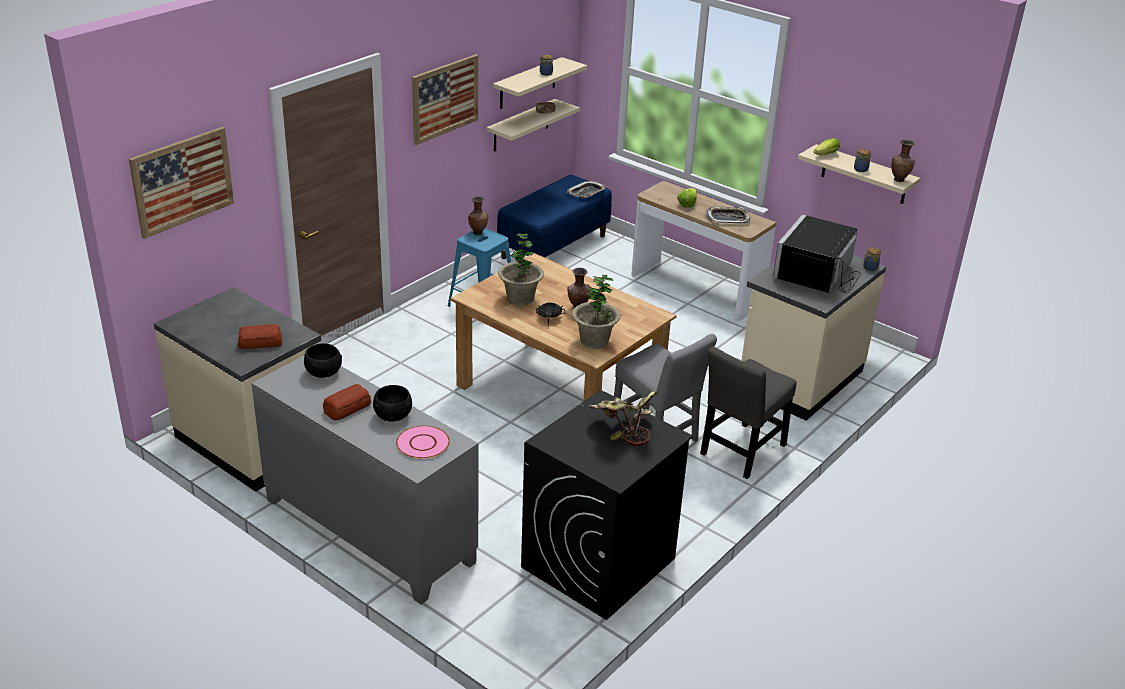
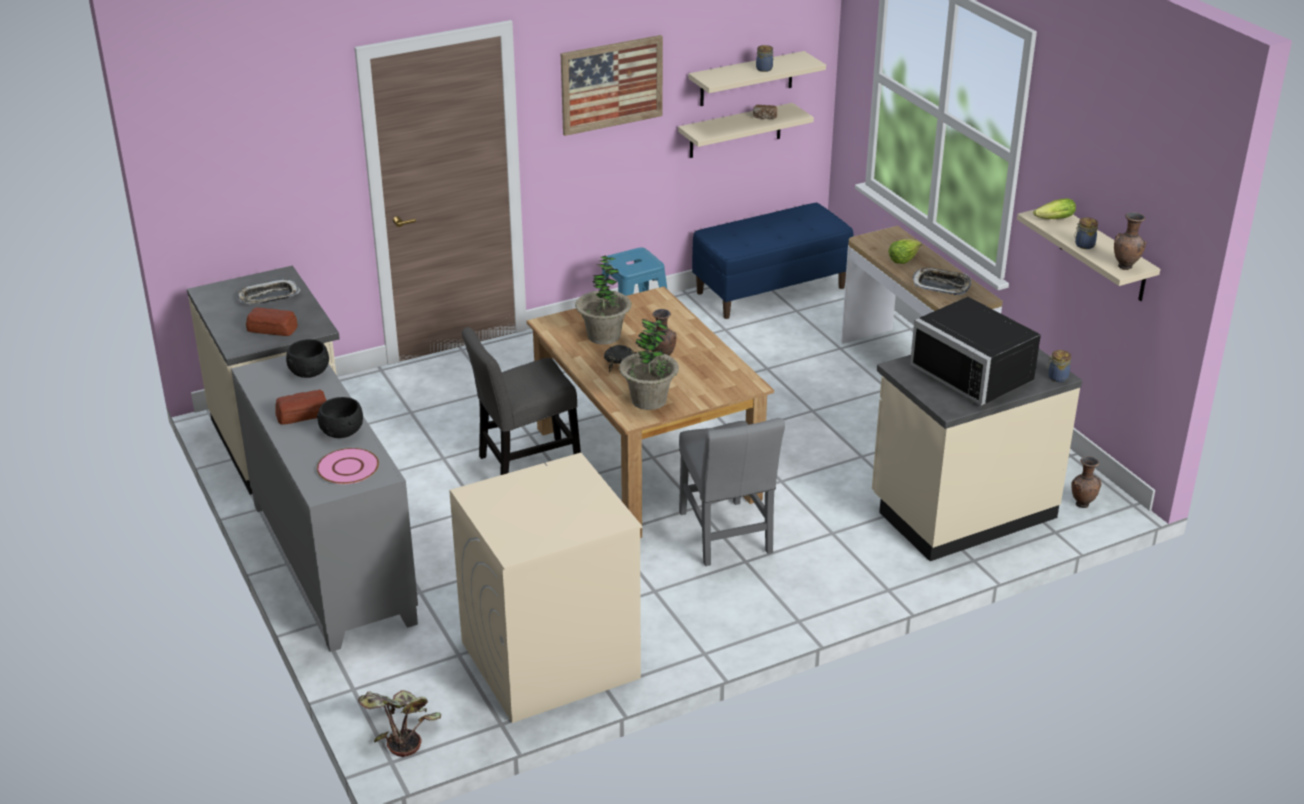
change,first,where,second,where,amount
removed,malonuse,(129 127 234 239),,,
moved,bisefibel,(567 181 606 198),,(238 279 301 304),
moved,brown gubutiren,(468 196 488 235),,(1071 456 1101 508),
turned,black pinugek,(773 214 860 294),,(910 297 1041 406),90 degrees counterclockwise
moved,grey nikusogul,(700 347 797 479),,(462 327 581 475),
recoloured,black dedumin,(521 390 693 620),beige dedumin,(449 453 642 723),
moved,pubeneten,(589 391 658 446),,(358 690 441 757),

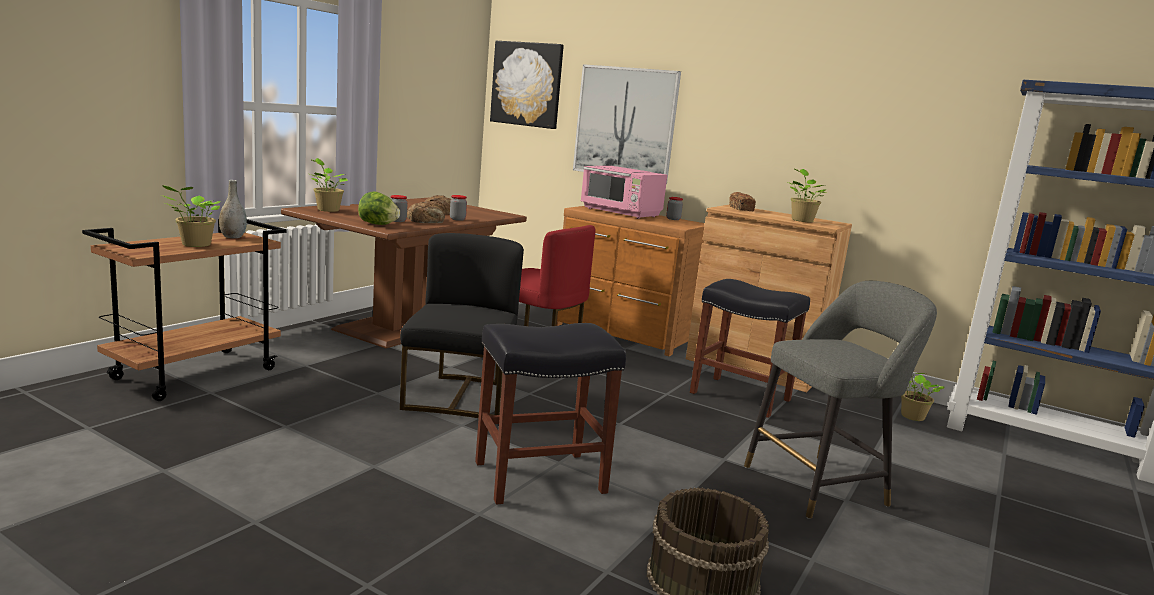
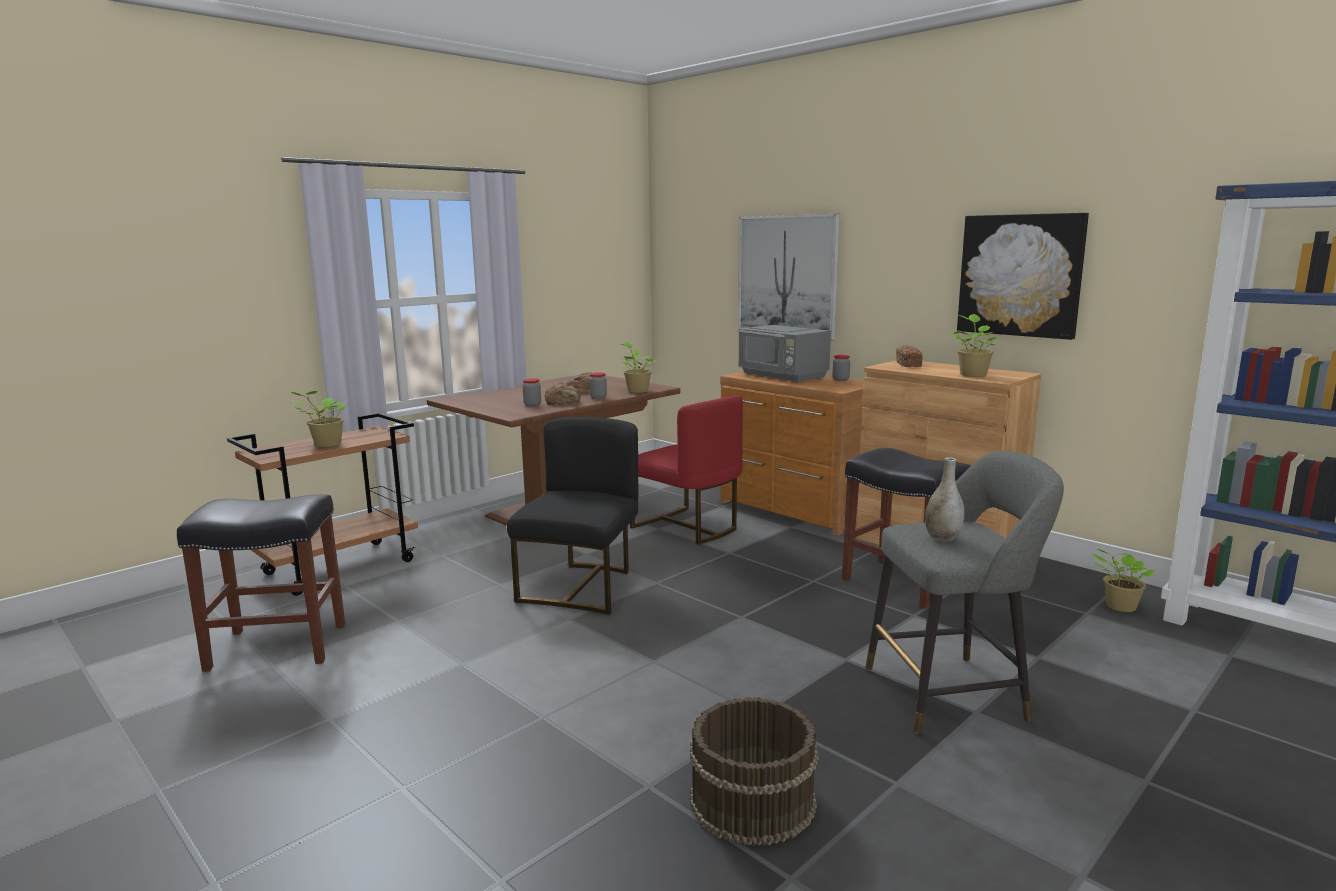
change,first,where,second,where,amount
moved,malonuse,(490 41 564 129),,(957 213 1089 340),
moved,pubeneten,(310 158 348 212),,(620 341 655 393),
recoloured,pink pinugek,(581 166 667 219),grey pinugek,(738 325 831 383),
moved,grey gubutiren,(219 180 247 238),,(925 457 964 542),
removed,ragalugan,(358 192 400 225),,,
moved,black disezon,(475 323 626 505),,(177 494 345 672),

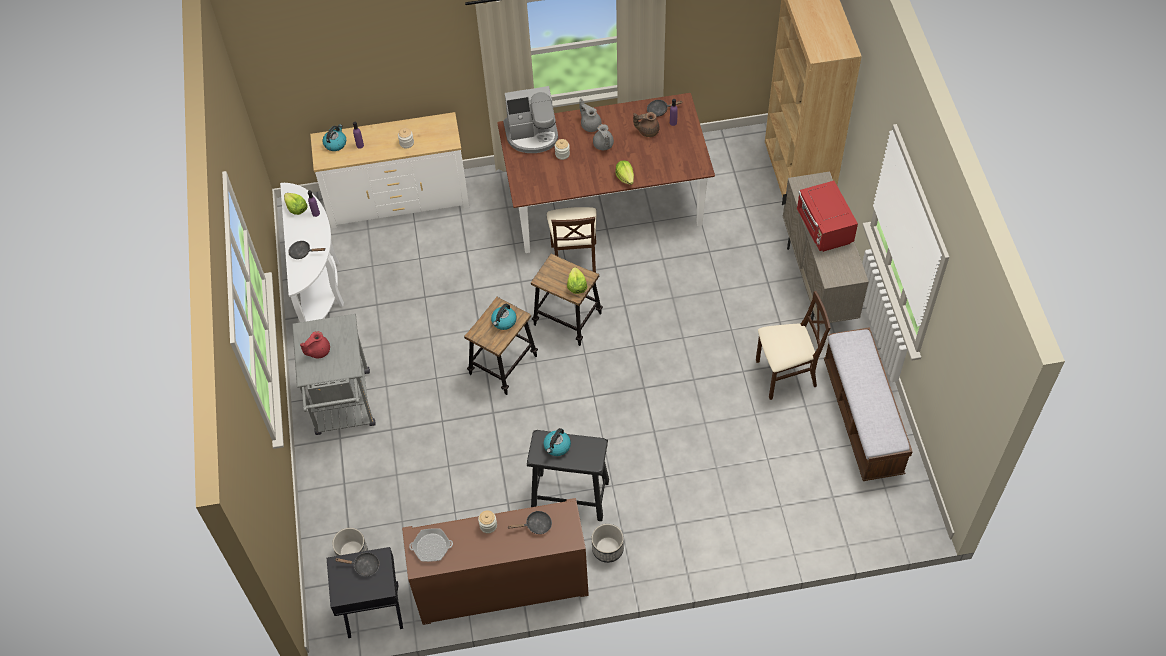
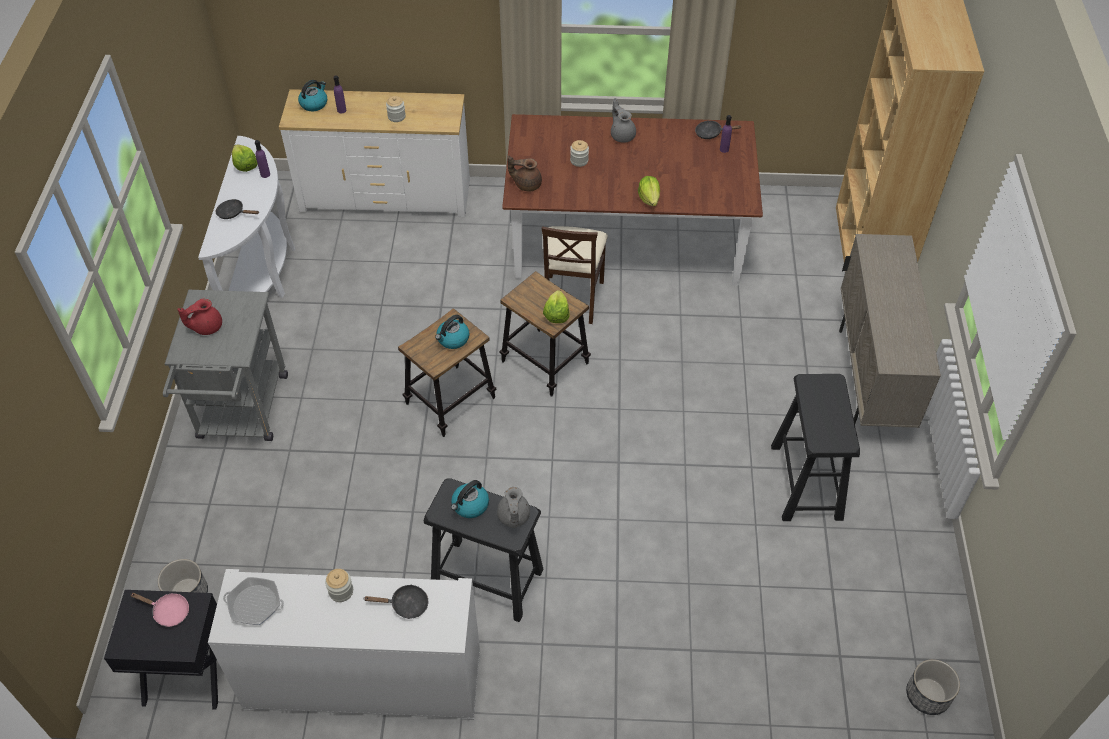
change,first,where,second,where,amount
removed,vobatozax,(503 86 558 153),,,
moved,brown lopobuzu,(633 112 660 137),,(508 155 542 192),
moved,grey lopobuzu,(593 124 614 150),,(497 487 530 528),
removed,red pinugek,(797 181 858 252),,,
replaced,beige nikusogul,(756 291 831 400),black disezon,(771 374 860 521),
removed,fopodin,(824 327 913 481),,,
recoloured,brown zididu,(402 498 589 625),white zididu,(208 569 480 720),
moved,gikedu,(592 524 624 563),,(906 659 960 715),
recoloured,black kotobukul,(335 553 379 576),pink kotobukul,(131 593 189 627),

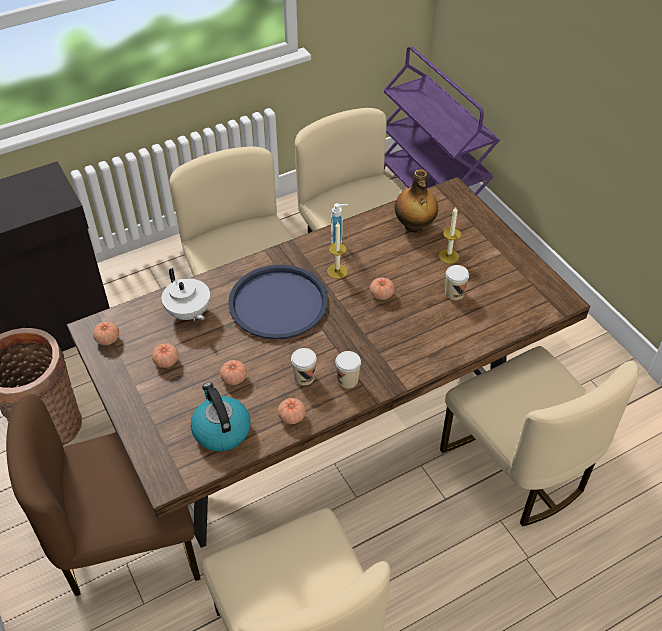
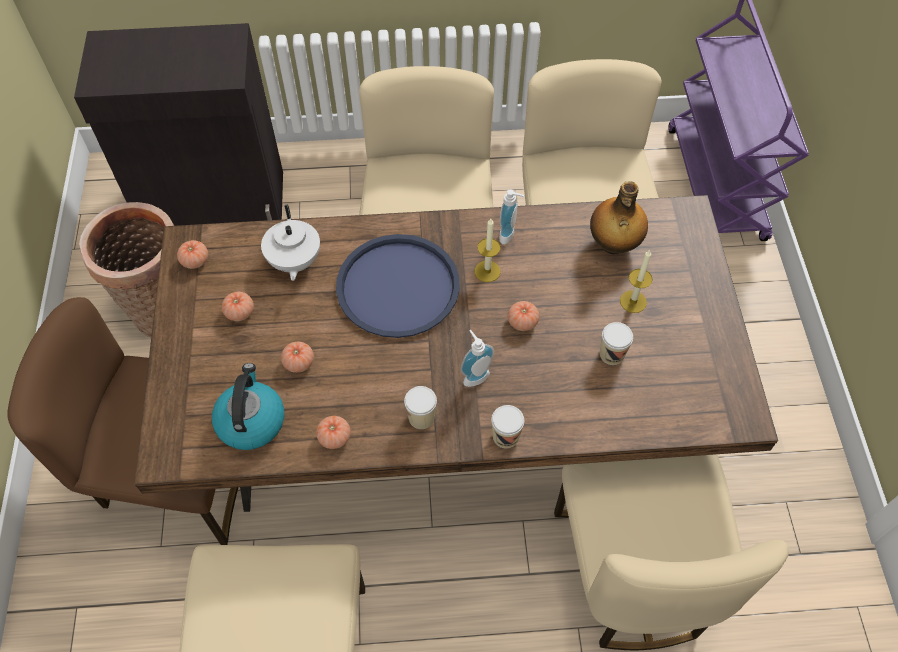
change,first,where,second,where,amount
moved,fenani,(291 348 317 385),,(491 405 524 448),
added,,,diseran,(461 330 494 387),

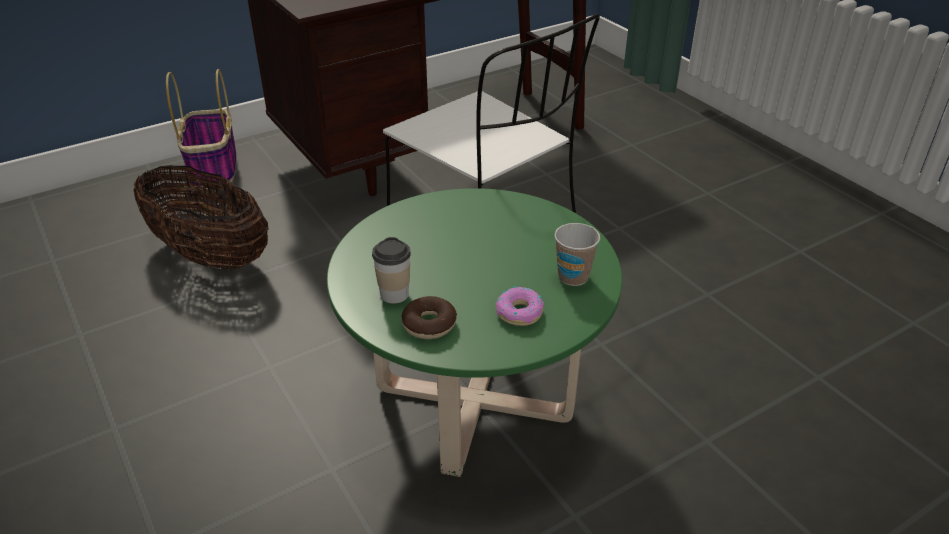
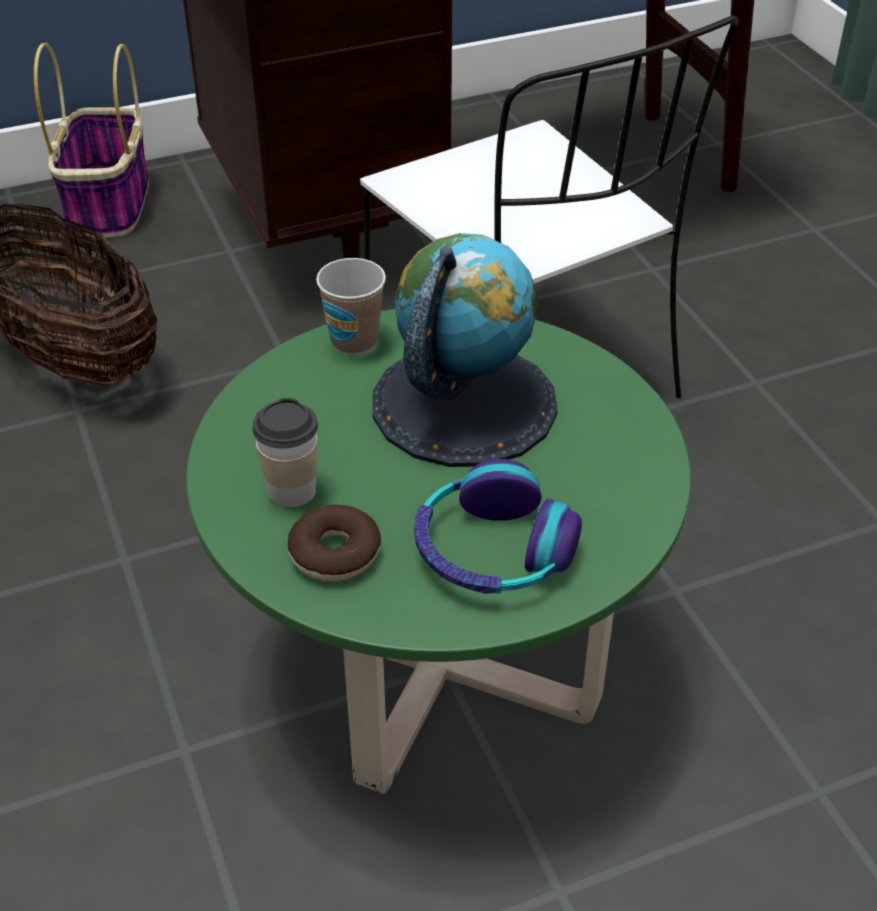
change,first,where,second,where,amount
moved,fenani,(554 223 600 286),,(316 258 386 355),
replaced,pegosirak,(496 286 544 326),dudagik,(414 459 582 593),
added,,,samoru,(373 233 558 467),

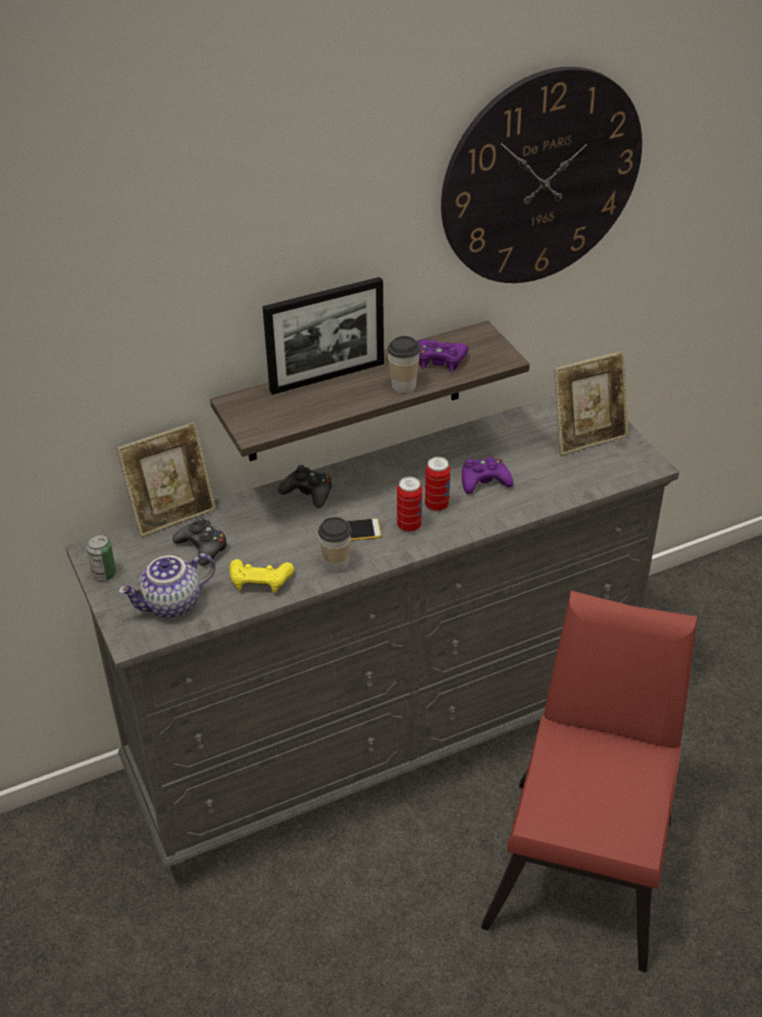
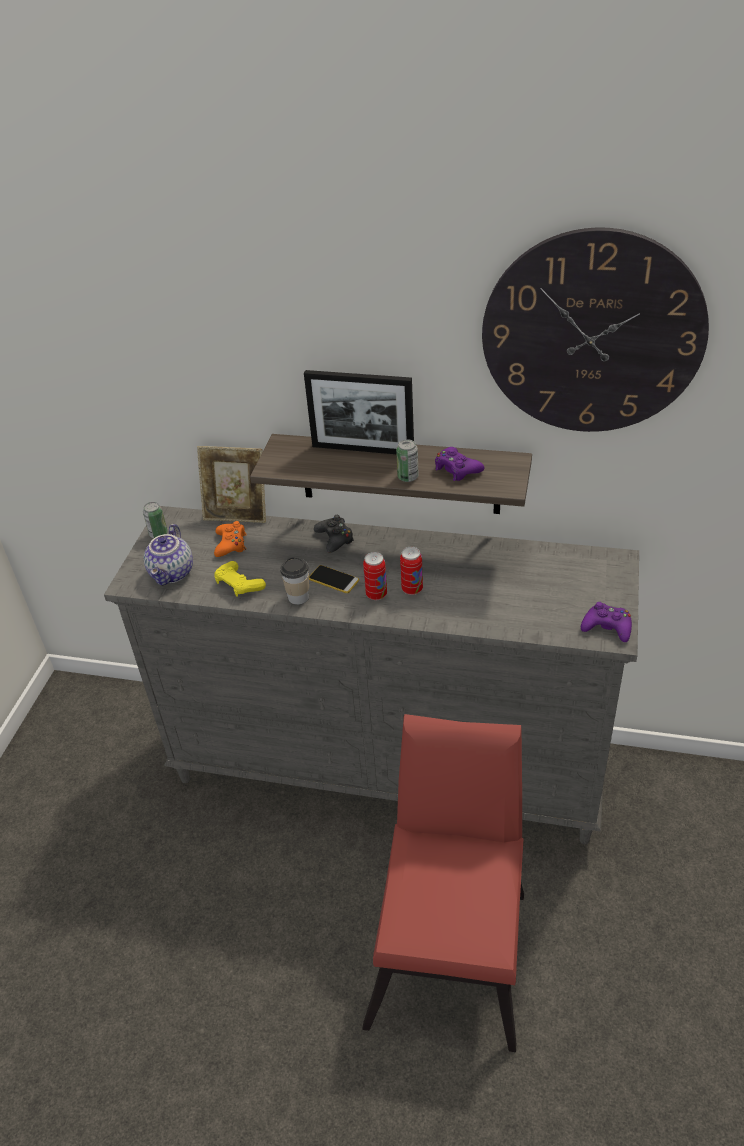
change,first,where,second,where,amount
replaced,fenani,(387 336 420 393),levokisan,(396 439 419 482),
removed,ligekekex,(554 351 628 456),,,
moved,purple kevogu,(462 457 513 494),,(581 602 632 642),
recoloured,black kevogu,(172 517 228 566),orange kevogu,(214 521 247 557),
turned,lopobuzu,(118 553 215 618),,(144 524 193 585),90 degrees counterclockwise
turned,red nikusogul,(481 591 697 972),,(362 714 524 1052),45 degrees counterclockwise

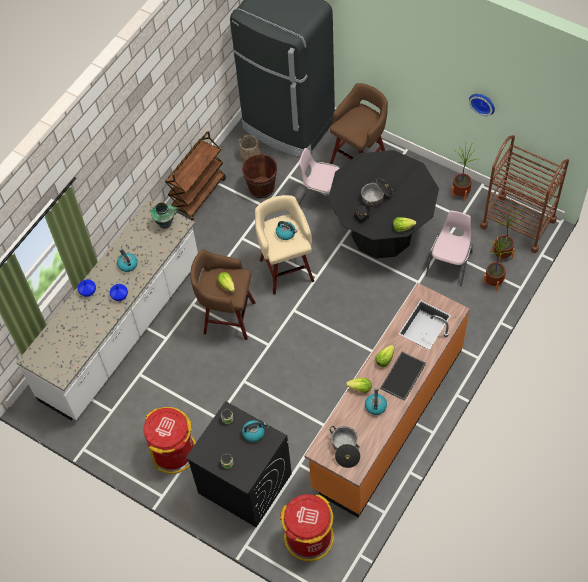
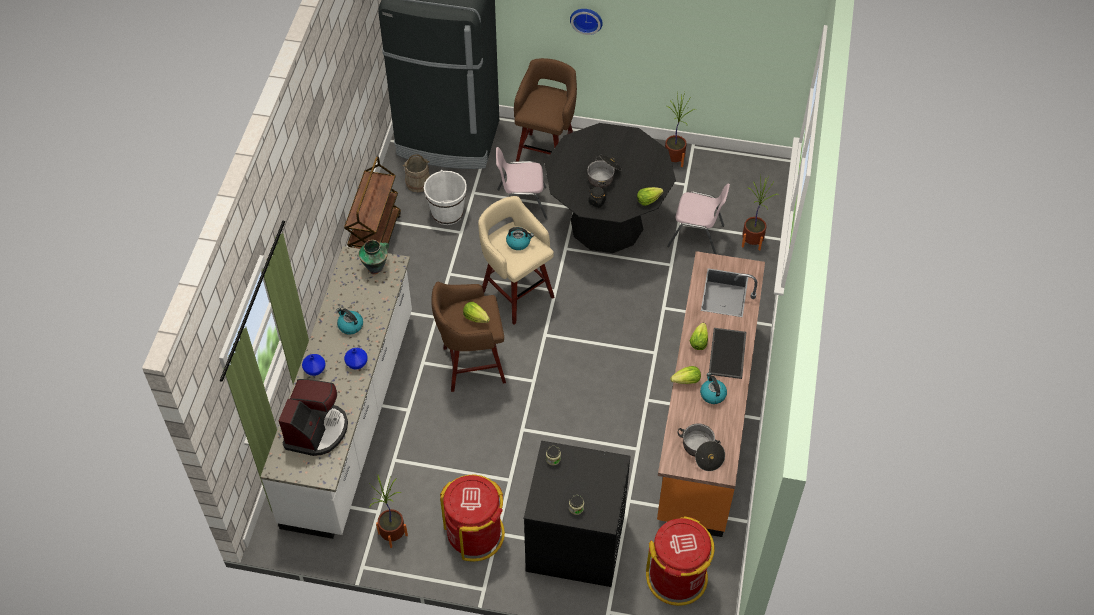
change,first,where,second,where,amount
moved,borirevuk,(469 94 495 116),,(570 9 603 35),
removed,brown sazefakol,(480 135 569 253),,,
recoloured,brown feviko,(242 153 277 198),white feviko,(424 170 467 225),
moved,pubeneten,(492 206 521 263),,(369 475 408 548),
turned,pink nikusogul,(426 210 473 287),,(667 184 730 254),105 degrees clockwise
removed,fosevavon,(242 420 267 442),,,
added,,,vobatozax,(279 379 348 456),

